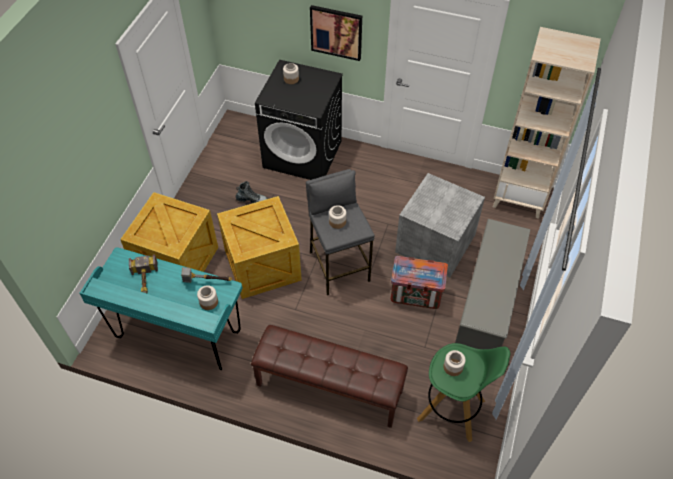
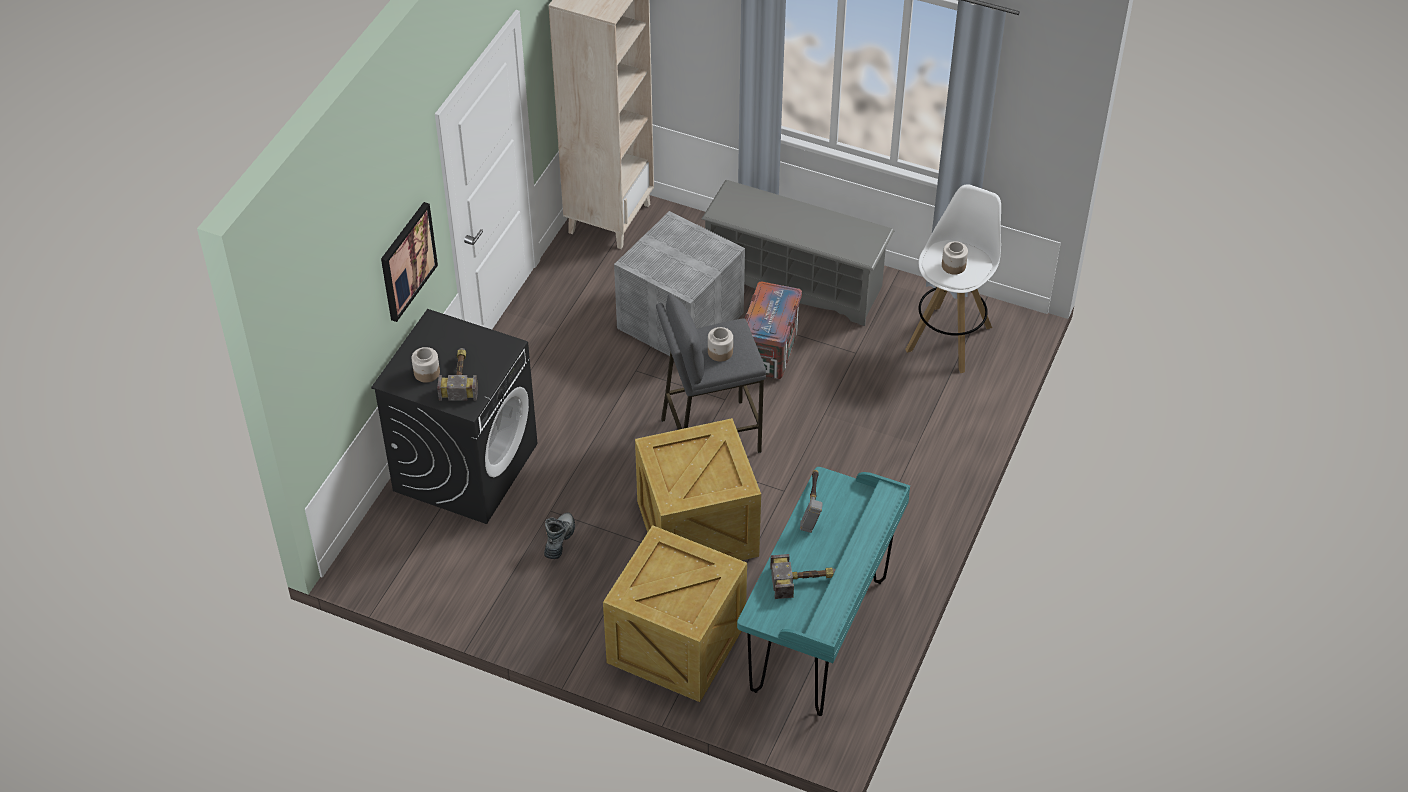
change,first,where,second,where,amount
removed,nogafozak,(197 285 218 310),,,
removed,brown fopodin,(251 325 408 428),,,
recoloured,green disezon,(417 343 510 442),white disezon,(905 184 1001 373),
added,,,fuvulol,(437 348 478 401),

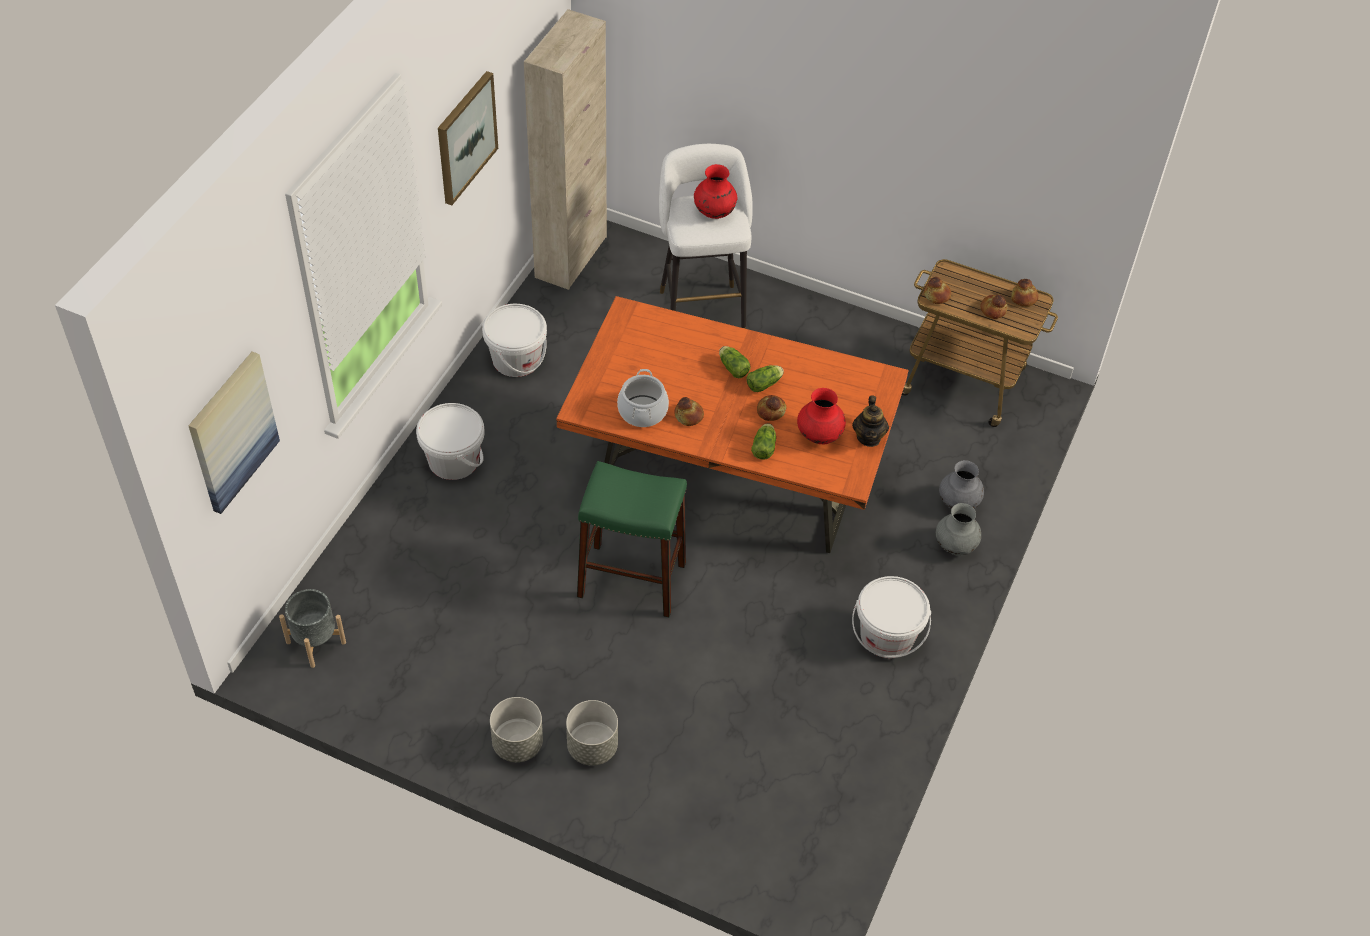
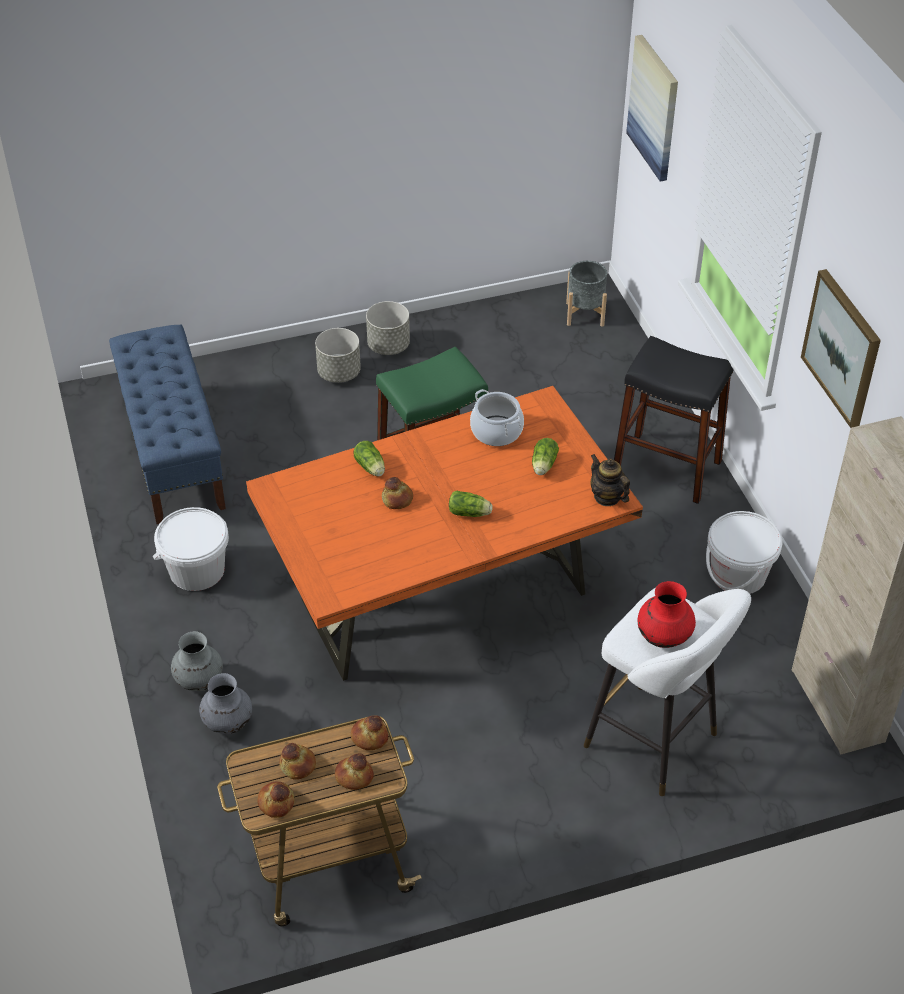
change,first,where,second,where,amount
moved,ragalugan,(746 365 784 392),,(532 438 559 475),
removed,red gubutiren,(797 388 846 444),,,
moved,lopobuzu,(852 395 889 447),,(591 454 630 506),
moved,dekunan,(674 397 704 426),,(335 753 374 790),
replaced,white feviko,(416 403 485 480),black disezon,(614 336 734 504),
added,,,blue fopodin,(109 325 226 524),

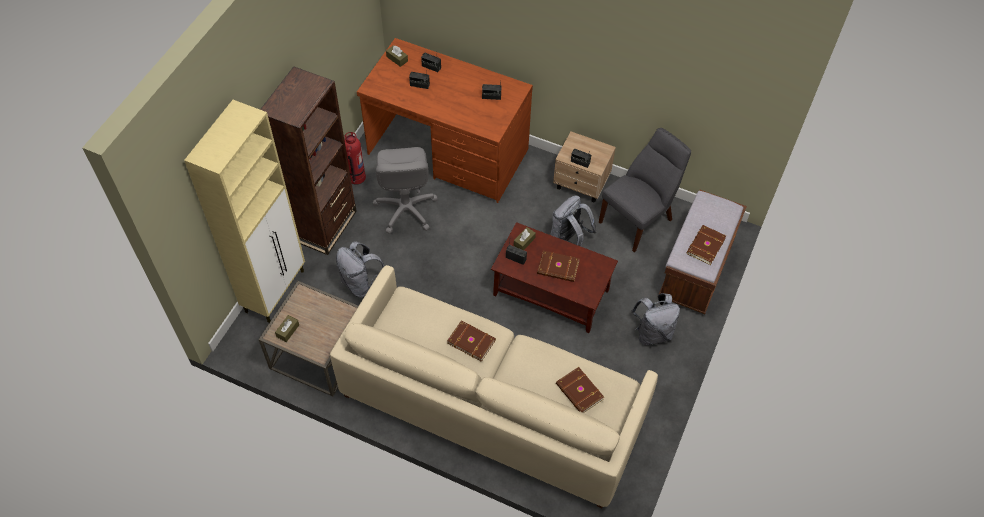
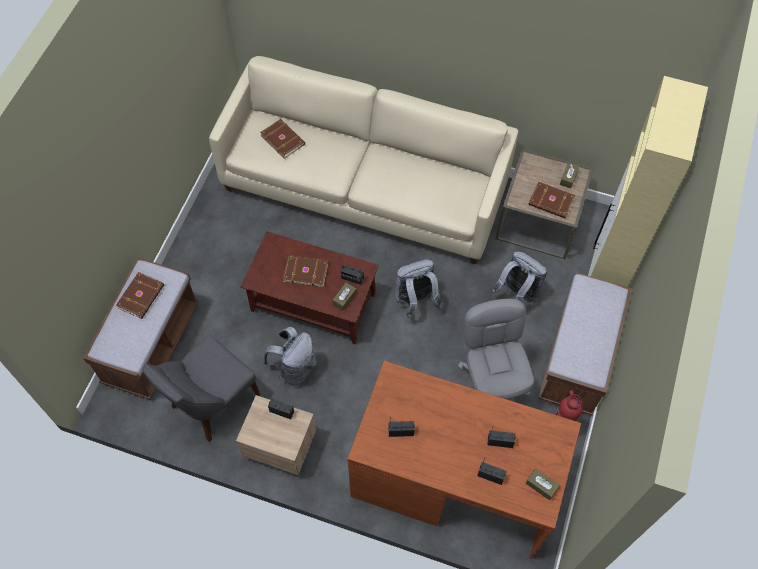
change,first,where,second,where,amount
replaced,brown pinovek,(260 66 356 255),brown fopodin,(538 273 632 415),
moved,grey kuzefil,(631 293 680 345),,(396 260 442 318),
moved,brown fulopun,(447 320 496 362),,(528 182 575 219),

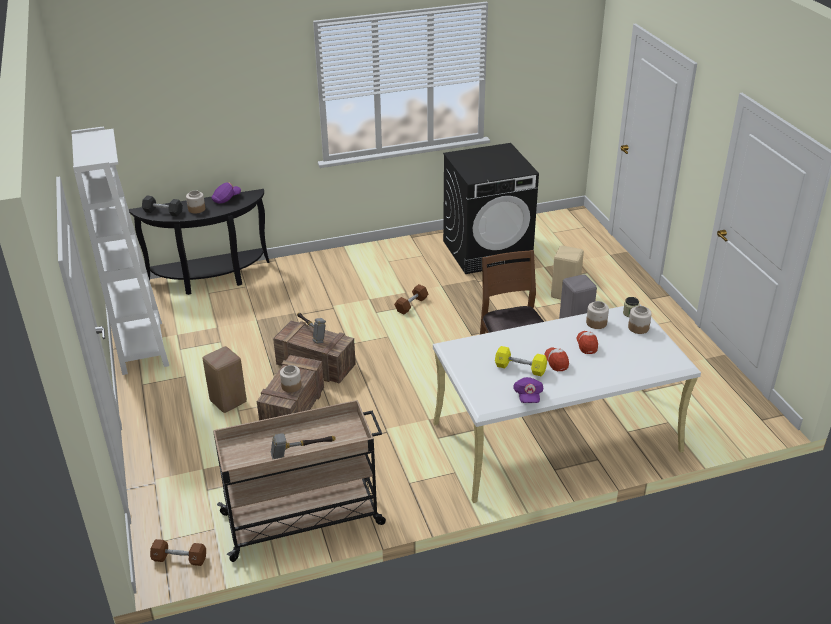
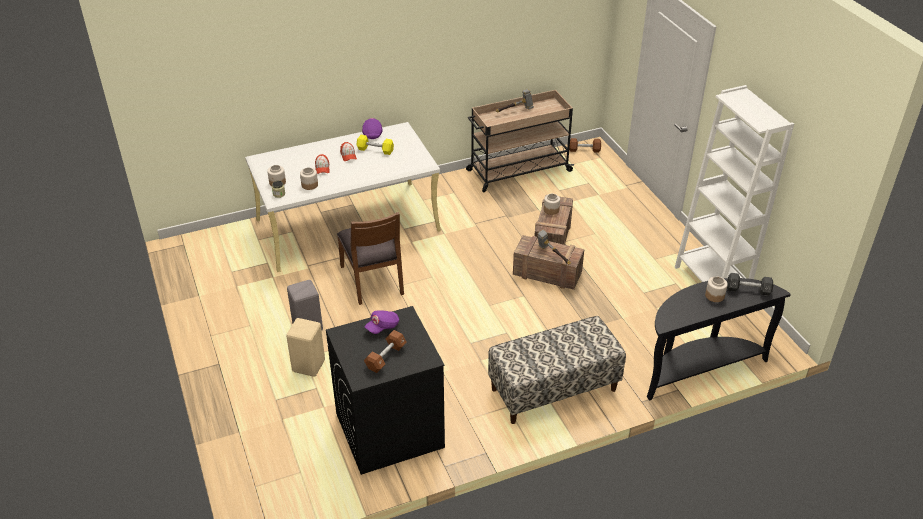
change,first,where,second,where,amount
moved,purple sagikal,(212 183 241 204),,(365 310 399 334),
moved,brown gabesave,(394 284 428 314),,(364 330 406 373),
removed,beige disezon,(202 346 247 413),,,
added,,,fopodin,(488 316 626 424),

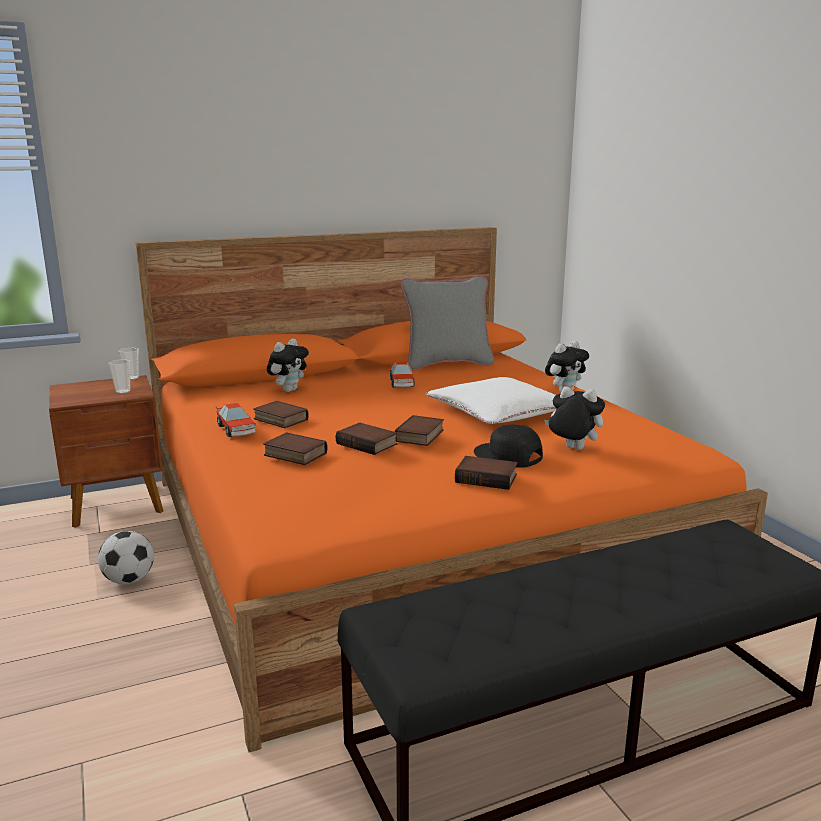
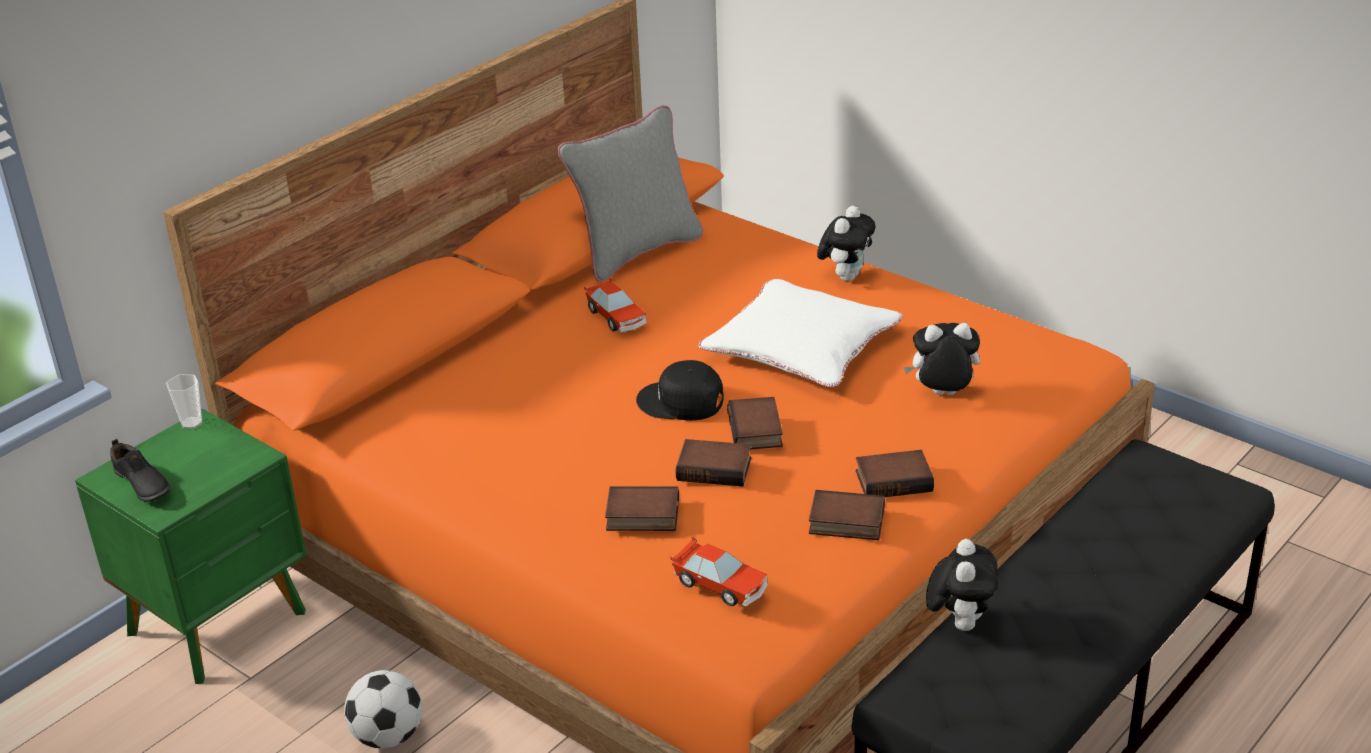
change,first,where,second,where,amount
moved,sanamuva,(267 338 309 392),,(926 539 998 631),
removed,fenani,(109 359 130 394),,,
recoloured,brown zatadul,(49 375 163 528),green zatadul,(75 409 307 684),
moved,fulopun,(253 401 309 428),,(809 490 885 540),
moved,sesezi,(216 403 256 437),,(670 536 768 606),
moved,black sagikal,(474 425 543 468),,(636 360 724 421),
added,,,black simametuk,(110 439 170 502),

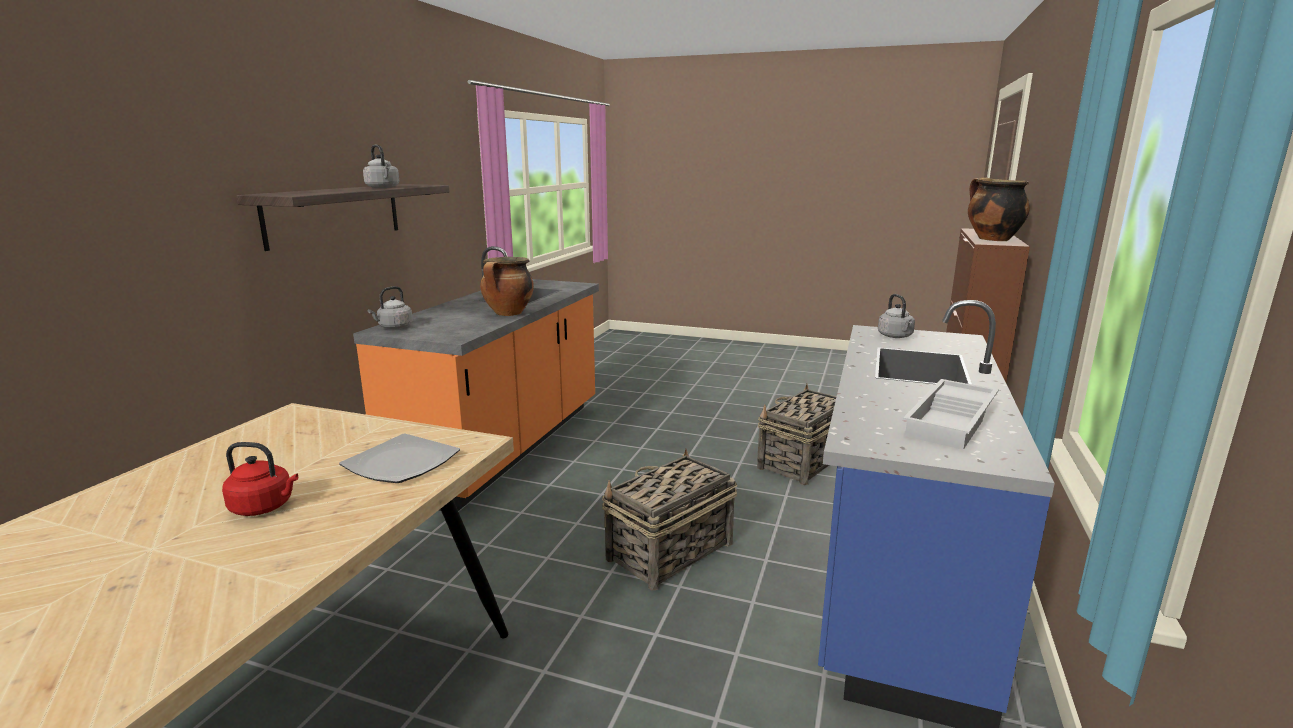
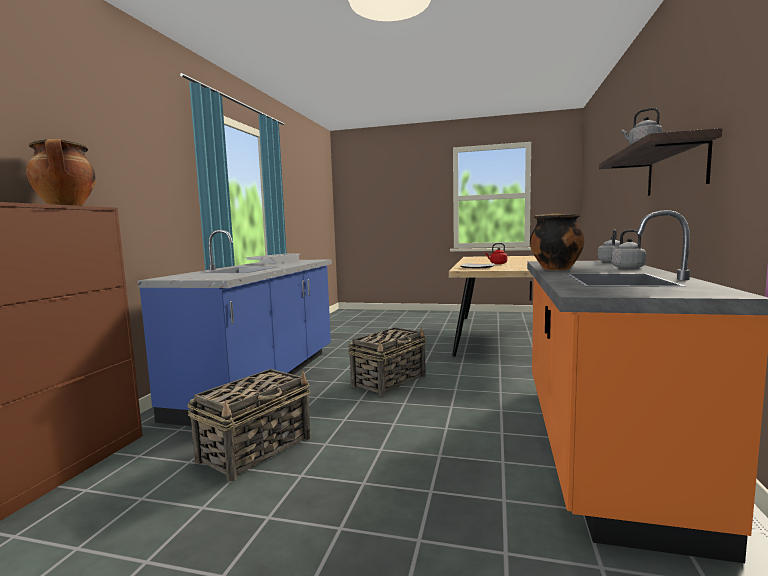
change,first,where,second,where,amount
moved,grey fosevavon,(878 294 915 338),,(611 230 646 269),

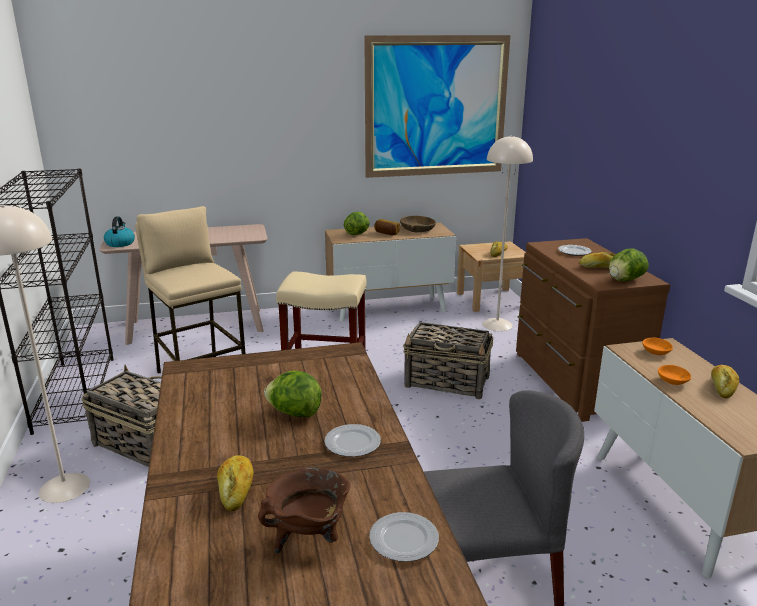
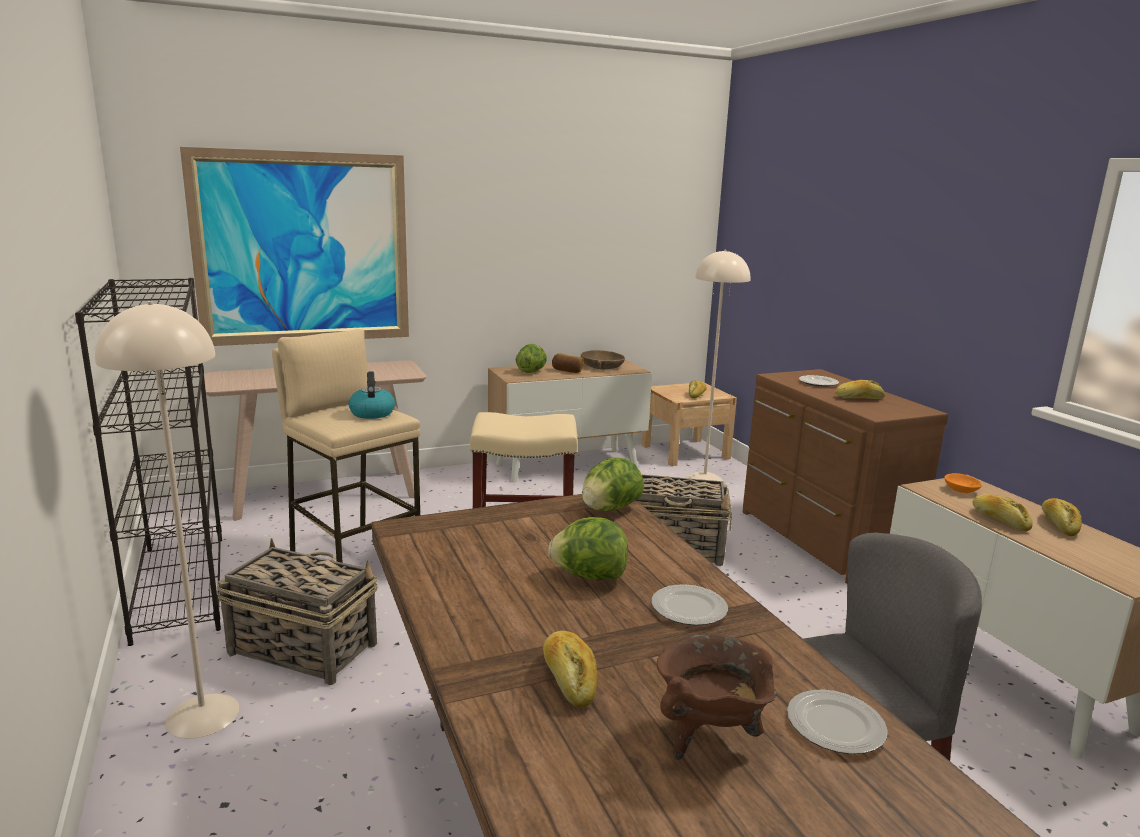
change,first,where,second,where,amount
moved,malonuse,(364 35 510 178),,(180 147 409 346),
moved,fosevavon,(104 217 135 247),,(349 371 395 419),
moved,ragalugan,(609 249 649 281),,(582 458 644 511),
replaced,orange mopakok,(658 365 691 385),dekunan,(972 494 1033 531),

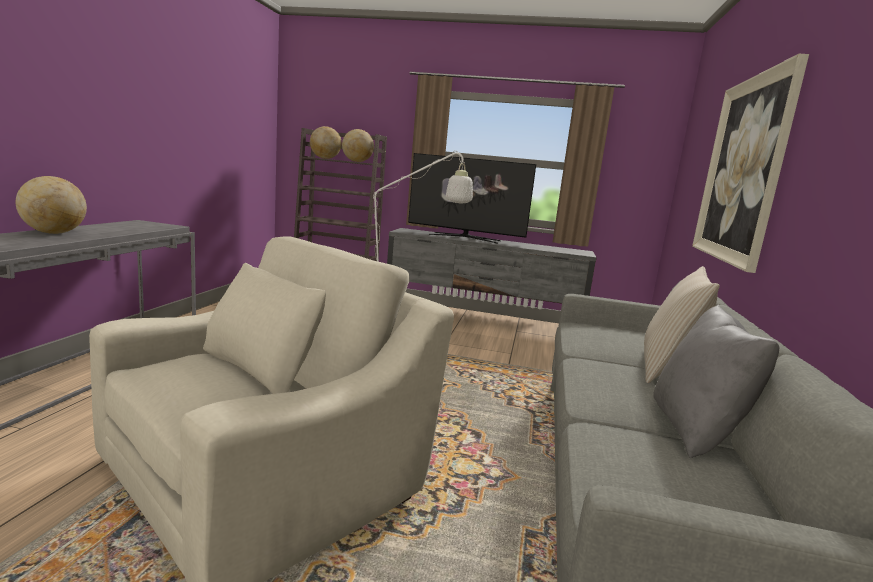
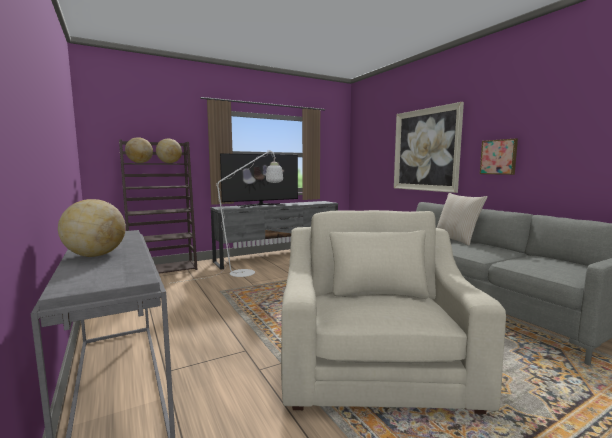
change,first,where,second,where,amount
removed,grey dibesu,(653 305 779 458),,,
added,,,malonuse,(480 138 518 175),

